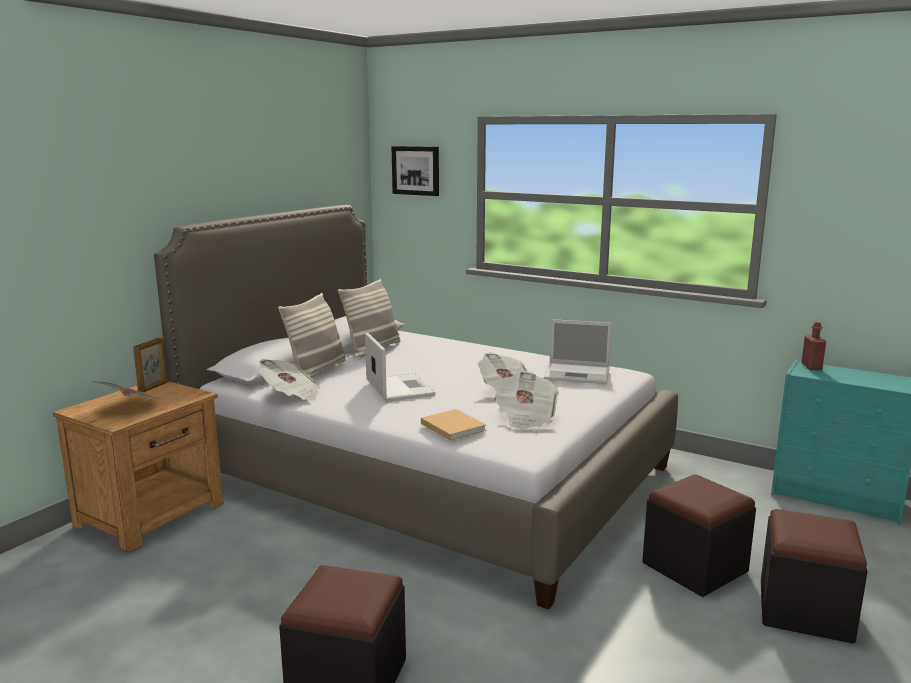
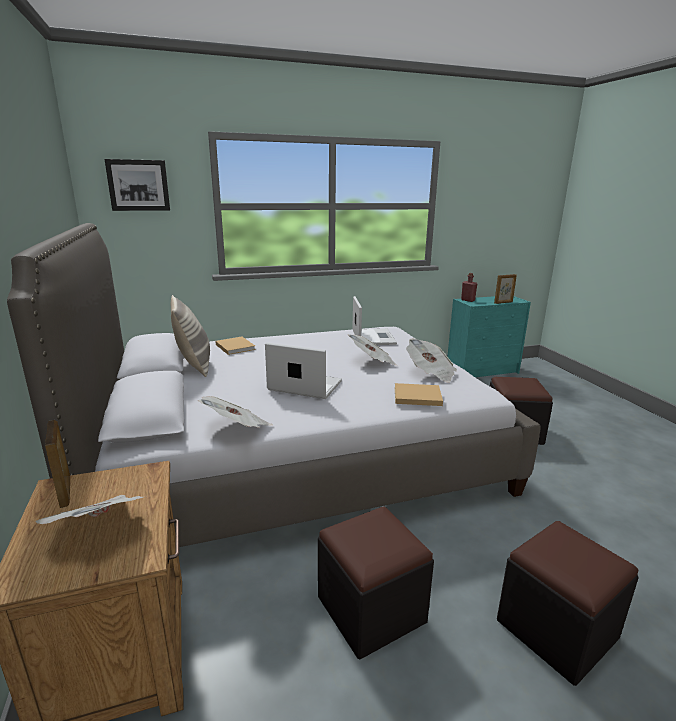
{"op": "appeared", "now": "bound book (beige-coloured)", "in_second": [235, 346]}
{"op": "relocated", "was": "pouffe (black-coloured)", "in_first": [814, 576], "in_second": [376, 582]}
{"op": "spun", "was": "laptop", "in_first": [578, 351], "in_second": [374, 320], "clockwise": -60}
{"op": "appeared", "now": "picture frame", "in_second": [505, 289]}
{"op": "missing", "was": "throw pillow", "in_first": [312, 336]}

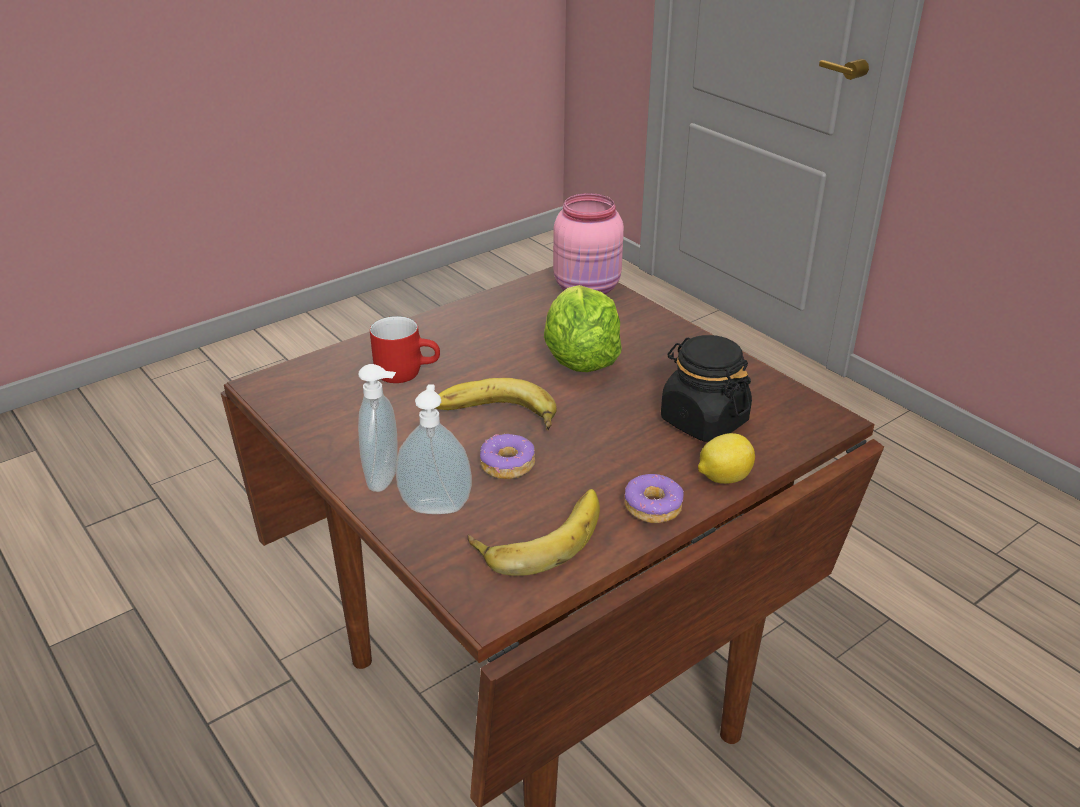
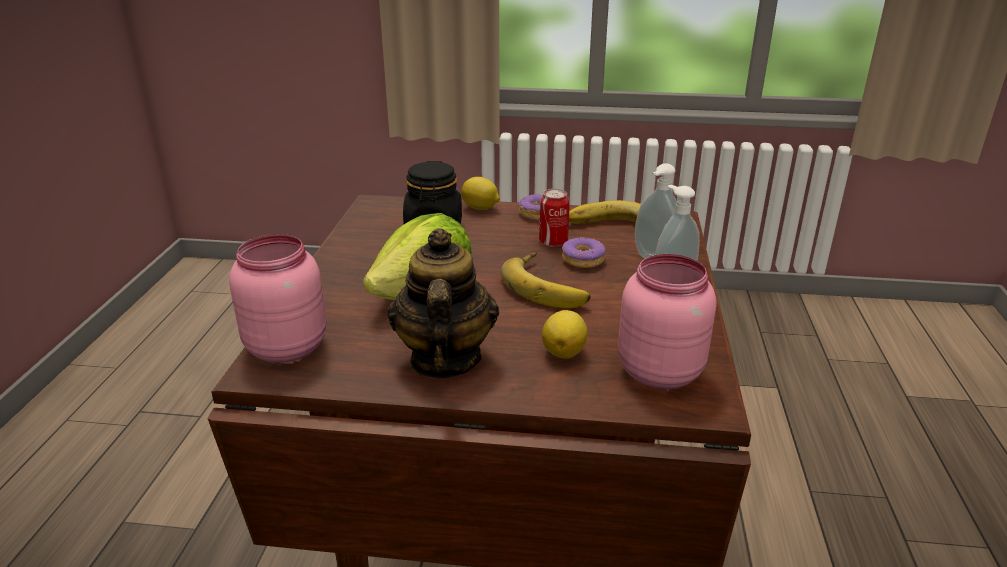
{"op": "appeared", "now": "pot for tea", "in_second": [443, 303]}
{"op": "appeared", "now": "can", "in_second": [554, 218]}
{"op": "exchanged", "was": "mug (red-coloured)", "now": "lemon", "in_first": [405, 349], "in_second": [565, 334]}
{"op": "appeared", "now": "storage jar (pinkish)", "in_second": [667, 321]}

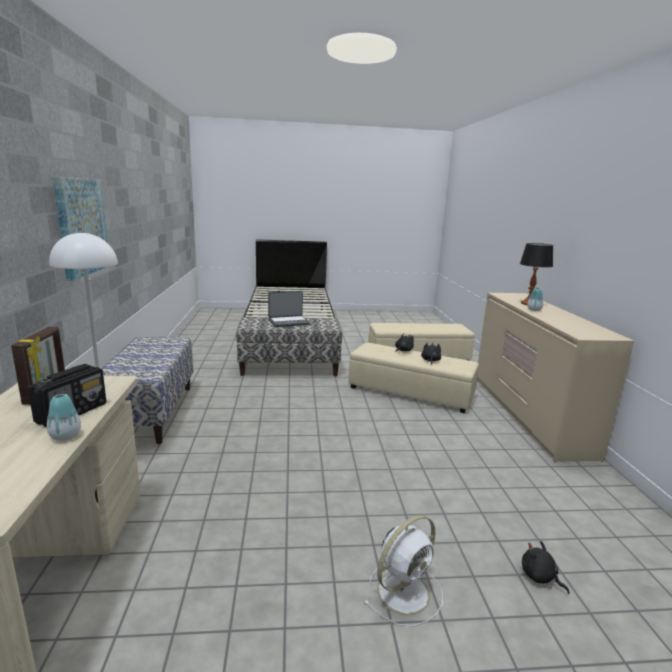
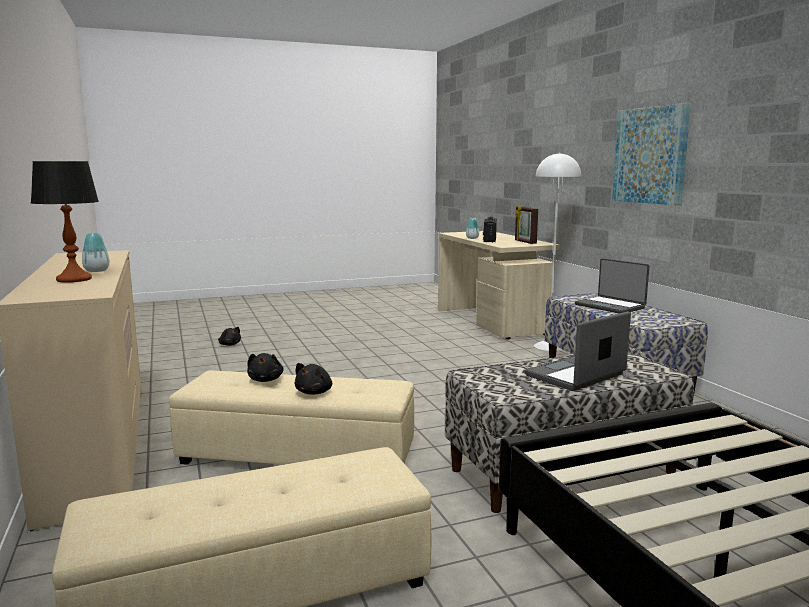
{"op": "appeared", "now": "laptop", "in_second": [612, 285]}
{"op": "missing", "was": "fan (whitish)", "in_first": [403, 571]}

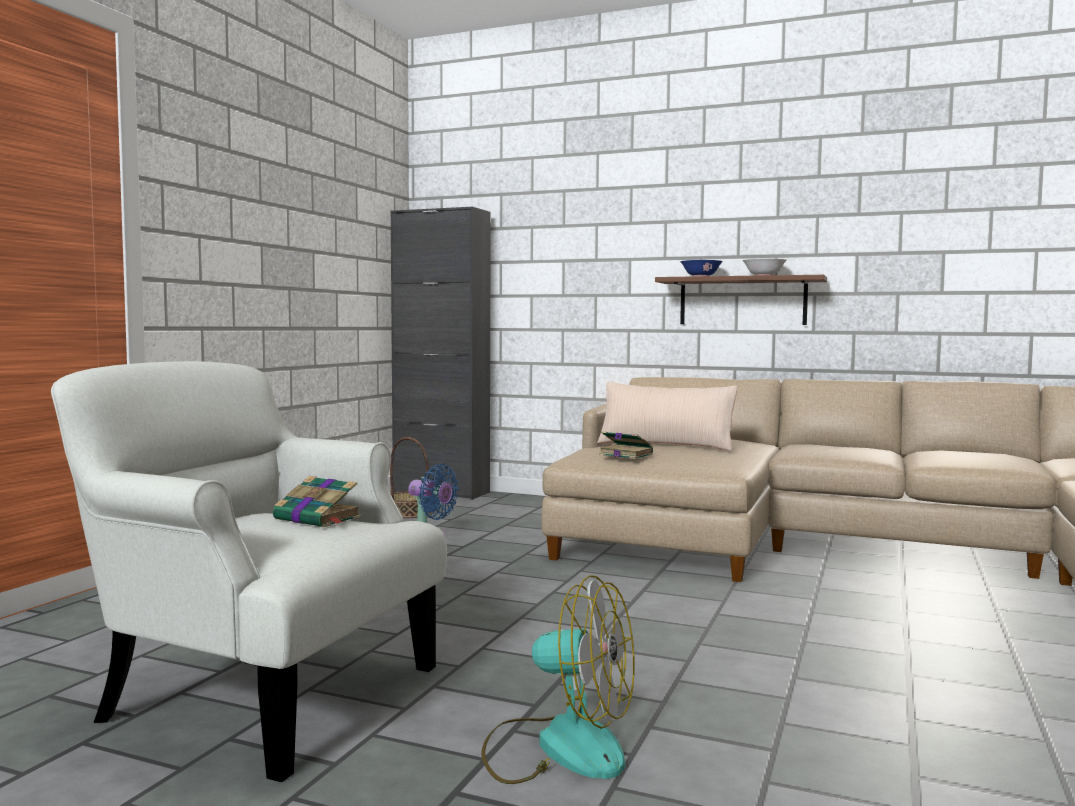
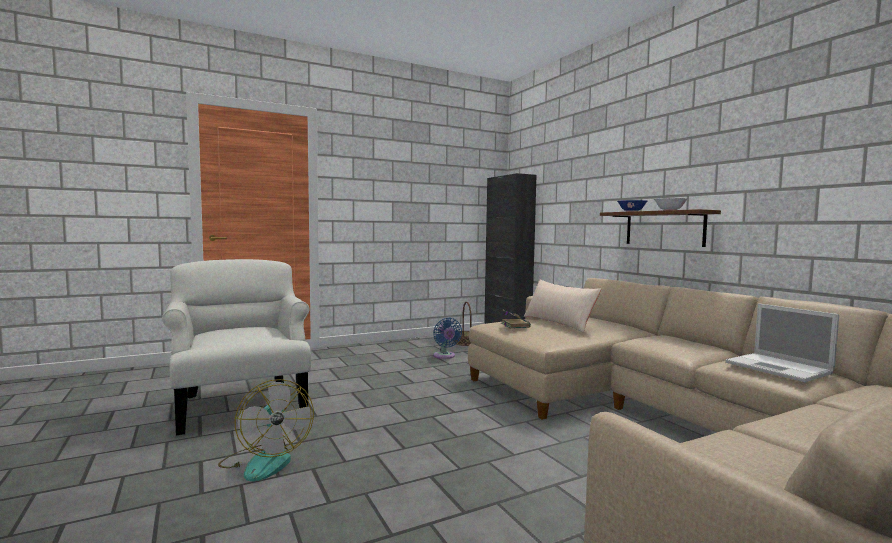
{"op": "appeared", "now": "laptop", "in_second": [782, 342]}
{"op": "missing", "was": "bound book", "in_first": [317, 501]}

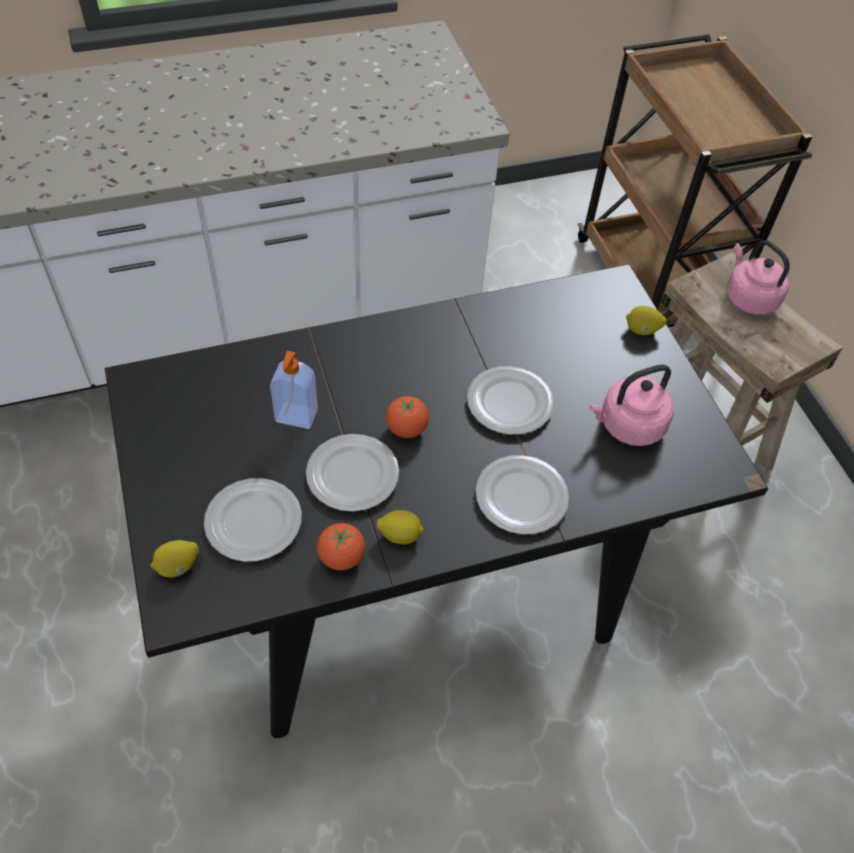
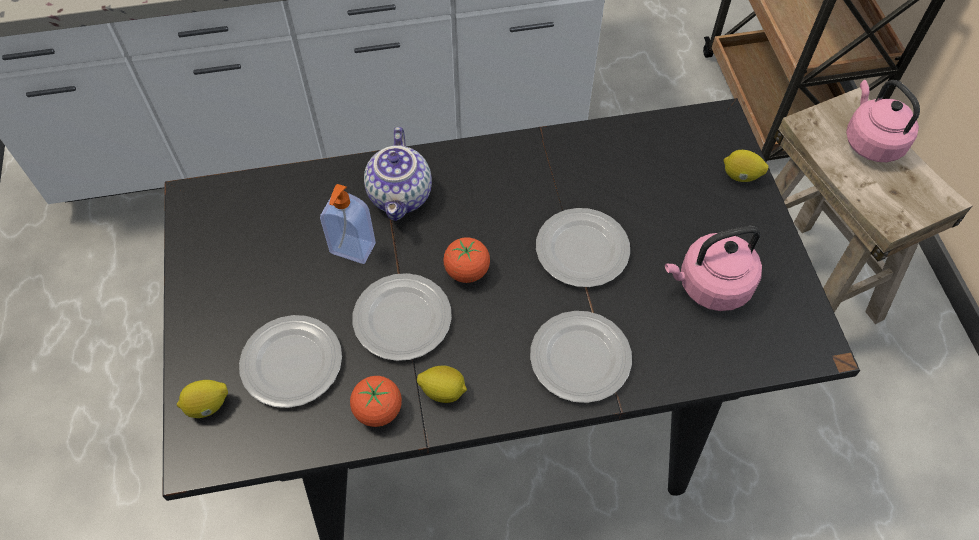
{"op": "appeared", "now": "pot for tea", "in_second": [398, 174]}

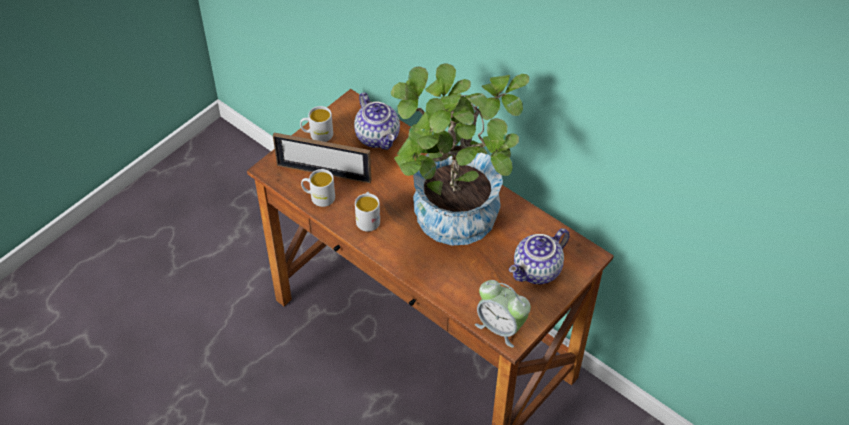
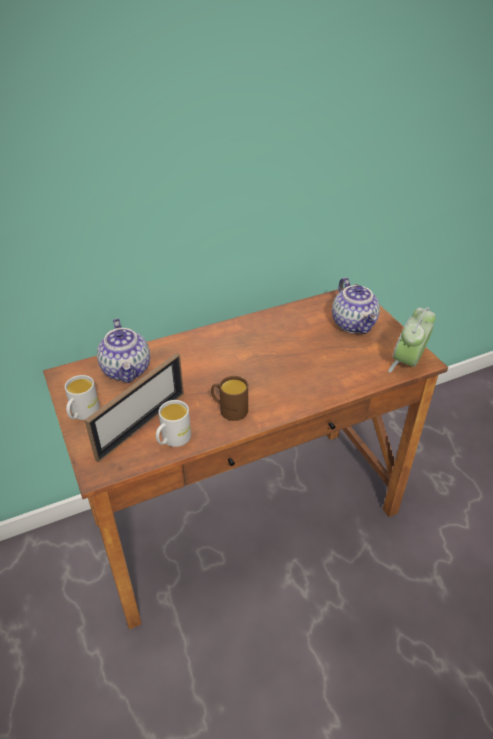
{"op": "spun", "was": "pot for tea", "in_first": [377, 121], "in_second": [123, 350], "clockwise": 75}
{"op": "colour", "was": "mug (whitish)", "now": "mug (brownish)", "in_first": [367, 212], "in_second": [229, 398]}
{"op": "spun", "was": "bedside clock", "in_first": [503, 314], "in_second": [412, 340], "clockwise": 150}
{"op": "missing", "was": "houseplant", "in_first": [460, 154]}

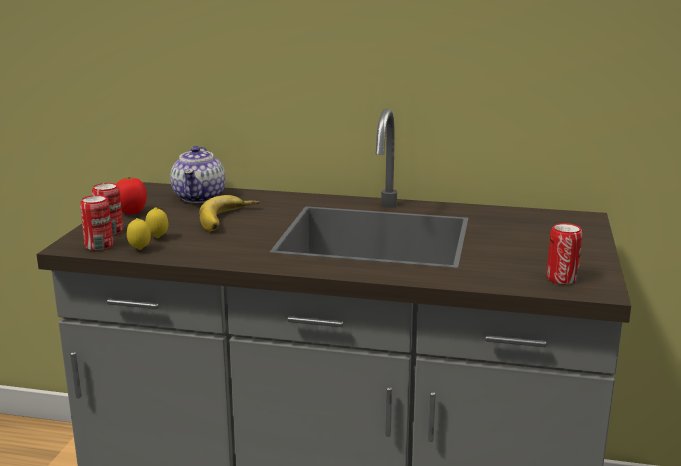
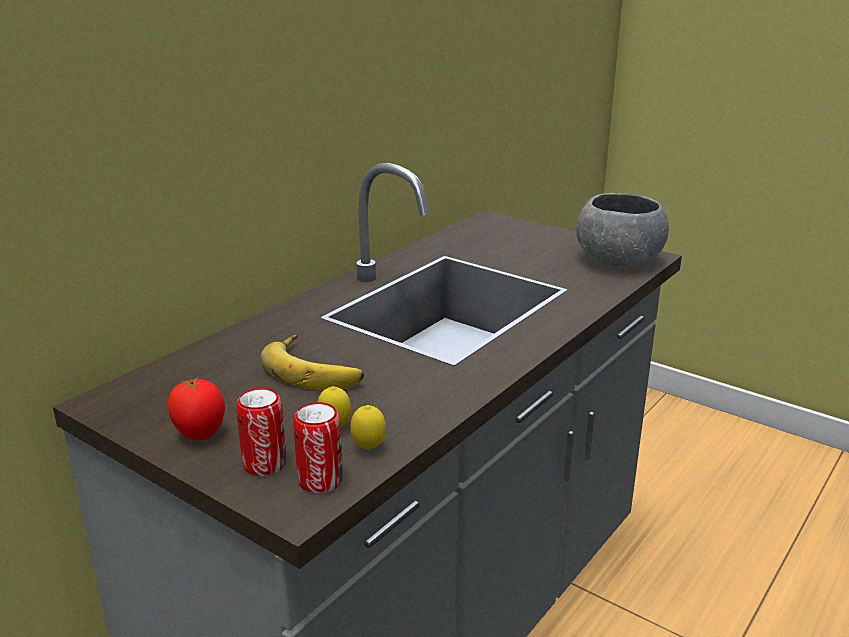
{"op": "exchanged", "was": "can", "now": "bowl (gray)", "in_first": [565, 253], "in_second": [622, 229]}
{"op": "missing", "was": "pot for tea", "in_first": [197, 174]}

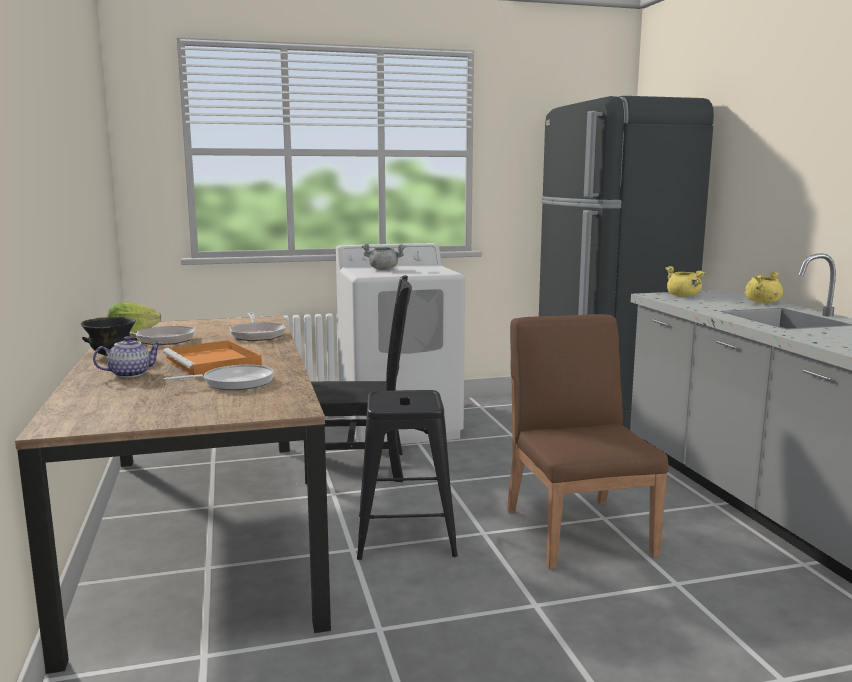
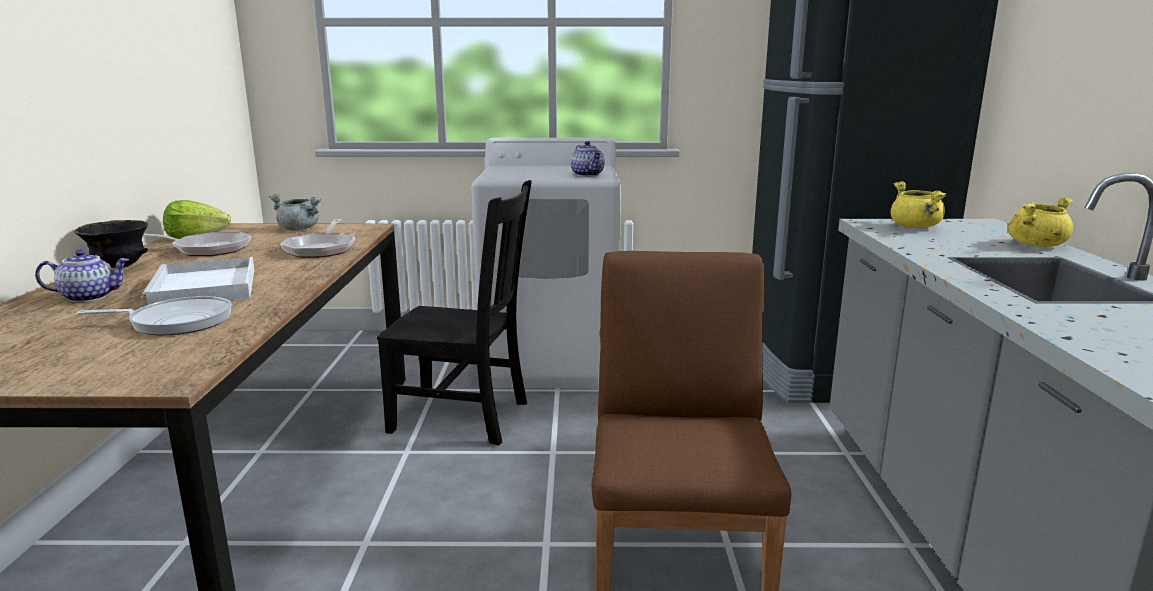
{"op": "colour", "was": "carrying tray (orange-coloured)", "now": "carrying tray (whitish)", "in_first": [212, 358], "in_second": [197, 281]}
{"op": "relocated", "was": "stockpot (gray)", "in_first": [384, 257], "in_second": [295, 212]}
{"op": "appeared", "now": "pot for tea", "in_second": [587, 159]}
{"op": "missing", "was": "sitting stool (black-coloured)", "in_first": [407, 475]}

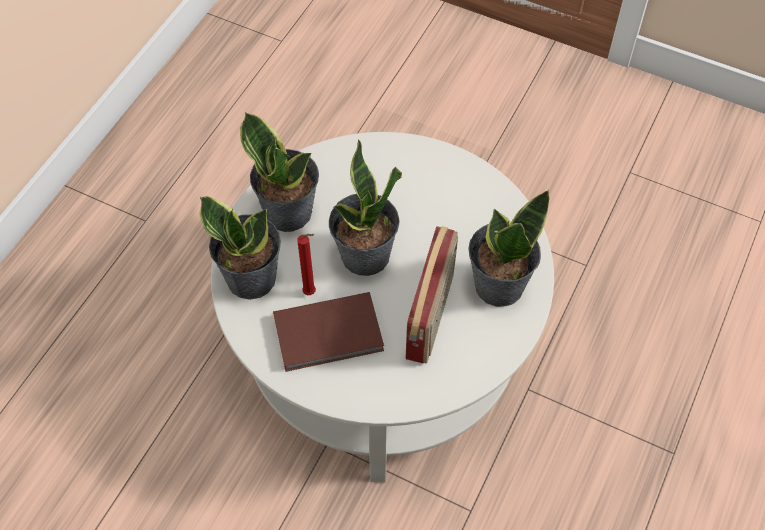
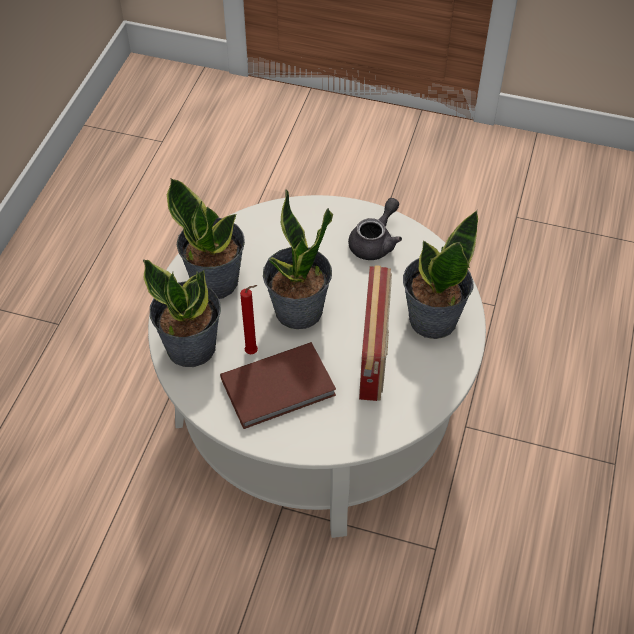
{"op": "appeared", "now": "pot for tea (gray)", "in_second": [375, 229]}

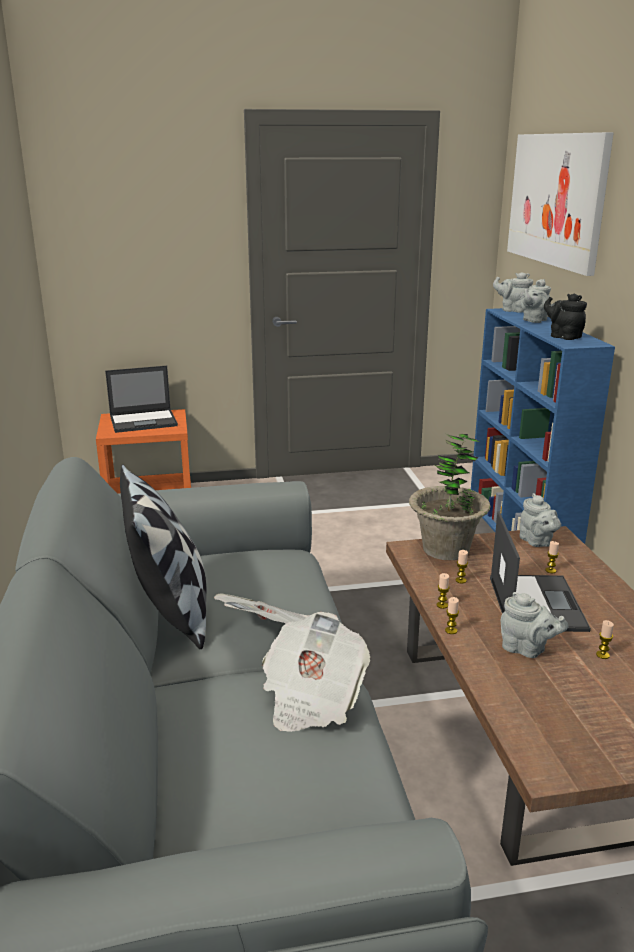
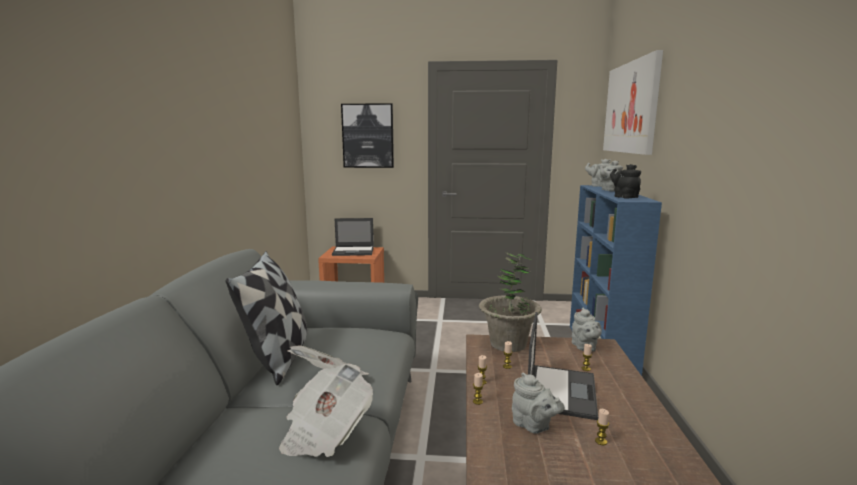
{"op": "appeared", "now": "wall picture", "in_second": [367, 135]}

